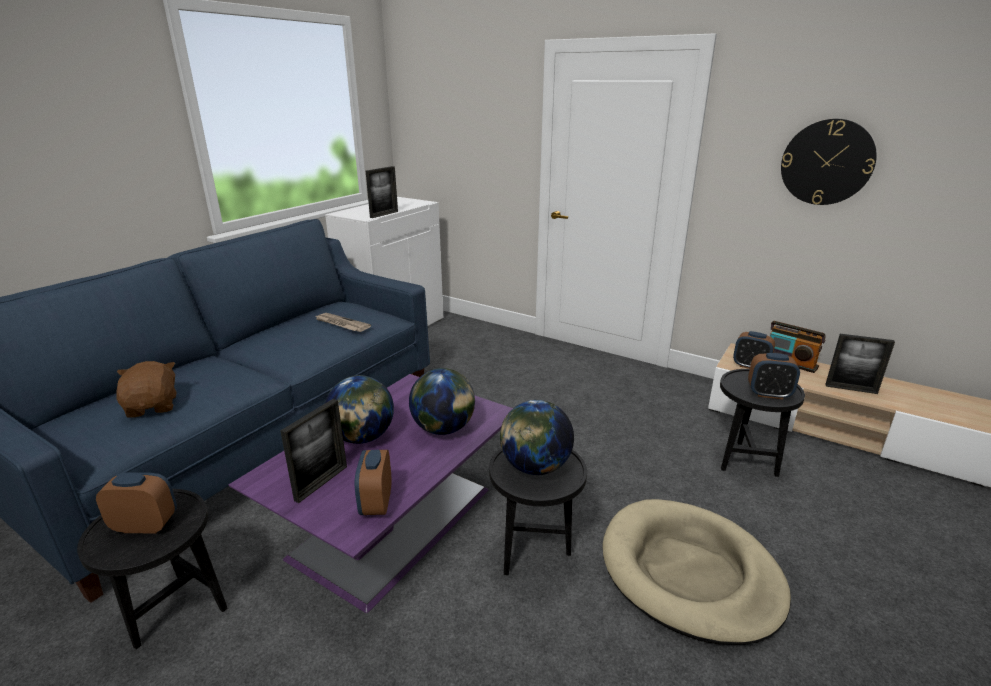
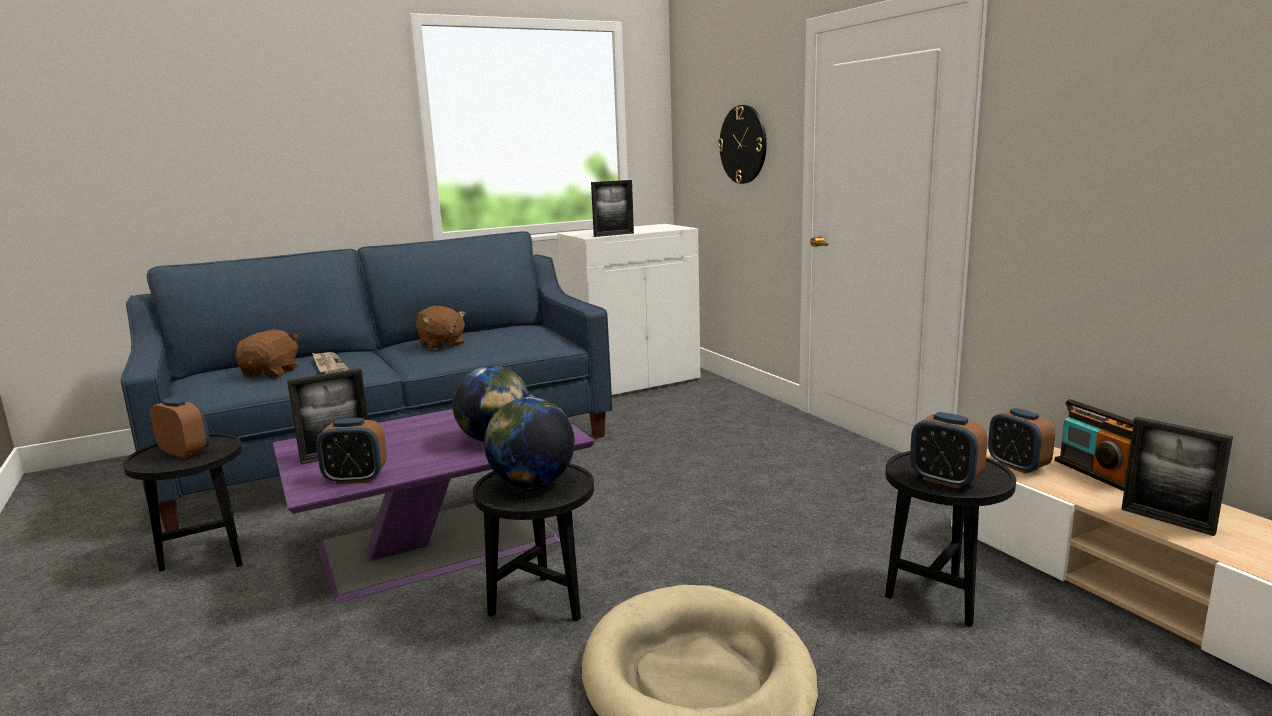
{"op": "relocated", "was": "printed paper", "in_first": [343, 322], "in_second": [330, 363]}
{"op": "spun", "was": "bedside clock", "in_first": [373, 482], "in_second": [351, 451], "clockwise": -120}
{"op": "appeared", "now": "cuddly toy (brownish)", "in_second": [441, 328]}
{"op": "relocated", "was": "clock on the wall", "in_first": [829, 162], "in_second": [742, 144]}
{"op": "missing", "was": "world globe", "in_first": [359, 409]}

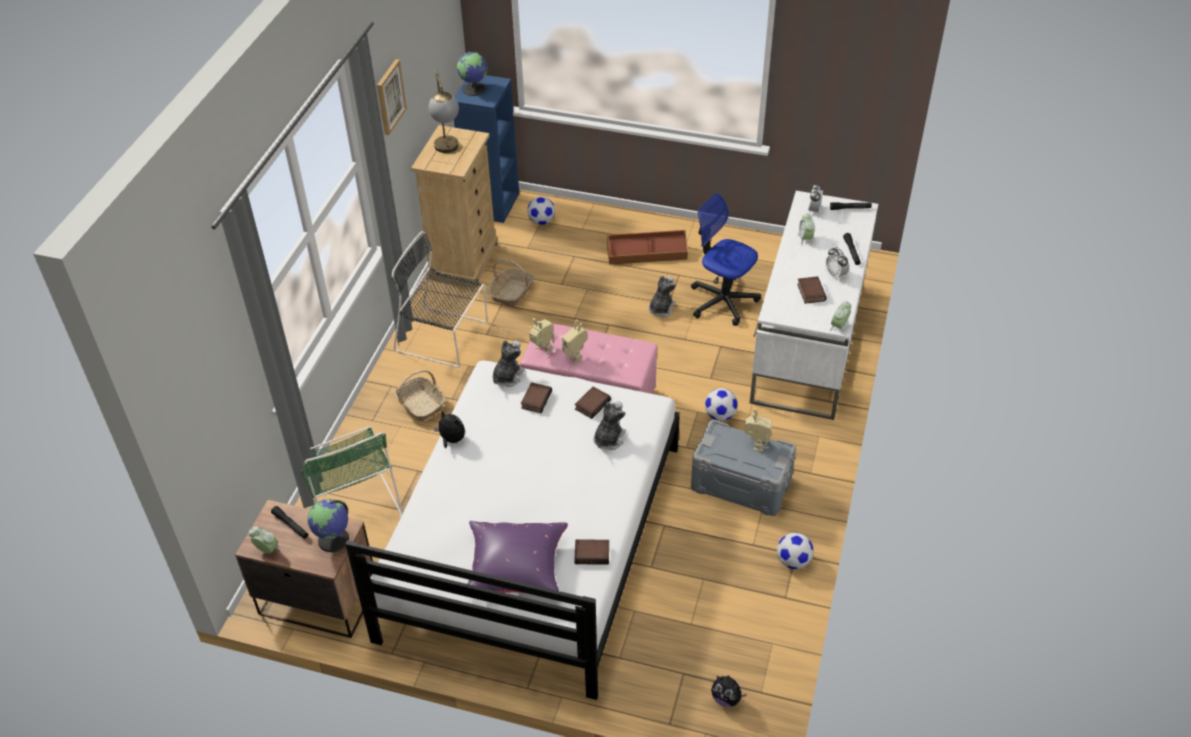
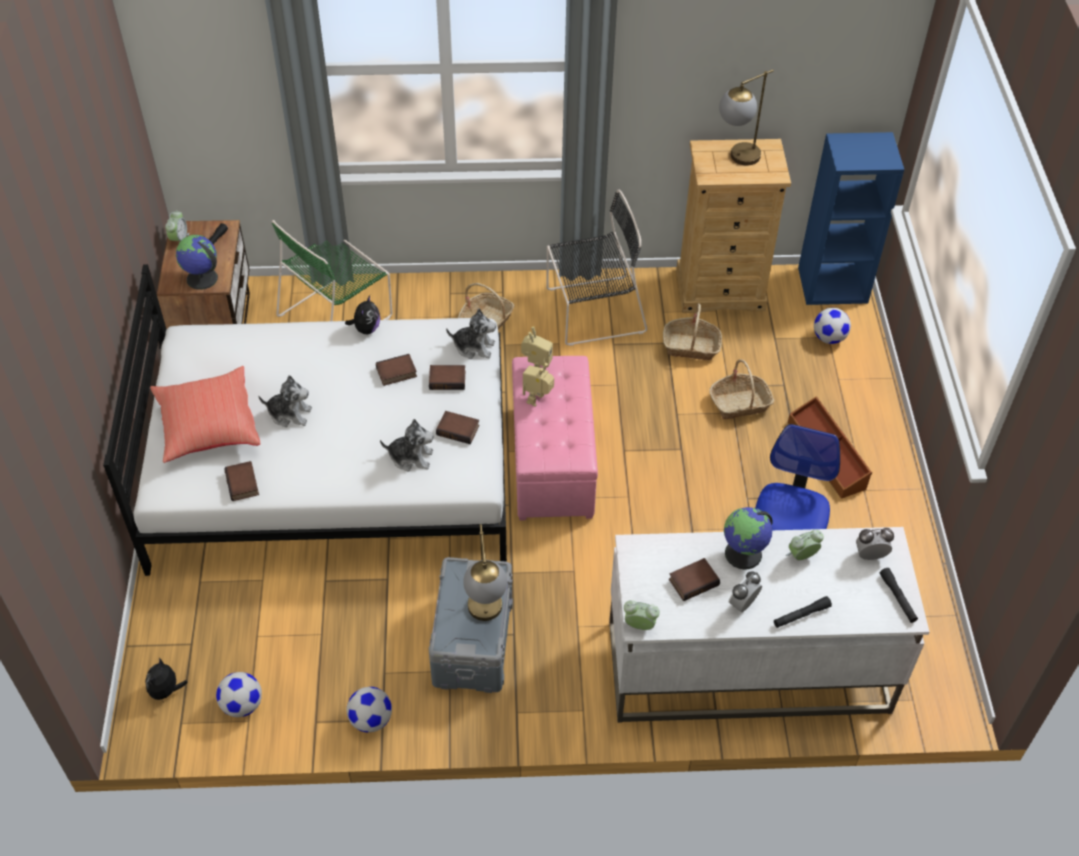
{"op": "colour", "was": "throw pillow (purple)", "now": "throw pillow (red-coloured)", "in_first": [518, 557], "in_second": [205, 414]}
{"op": "relocated", "was": "ball for football", "in_first": [721, 404], "in_second": [239, 694]}
{"op": "relocated", "was": "cuddly toy", "in_first": [662, 296], "in_second": [285, 401]}
{"op": "appeared", "now": "bound book", "in_second": [396, 370]}
{"op": "exchanged", "was": "toy robot", "now": "lamp for a table", "in_first": [758, 430], "in_second": [485, 572]}
{"op": "spun", "was": "upright chair (black-coloured)", "in_first": [440, 299], "in_second": [596, 268], "clockwise": 75}
{"op": "appeared", "now": "household basket", "in_second": [741, 389]}
{"op": "relocated", "was": "world globe", "in_first": [472, 73], "in_second": [748, 538]}
{"op": "missing", "was": "wall picture", "in_first": [392, 97]}

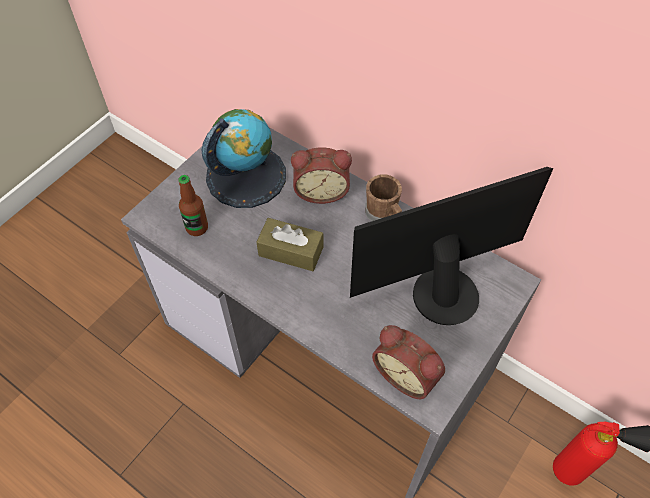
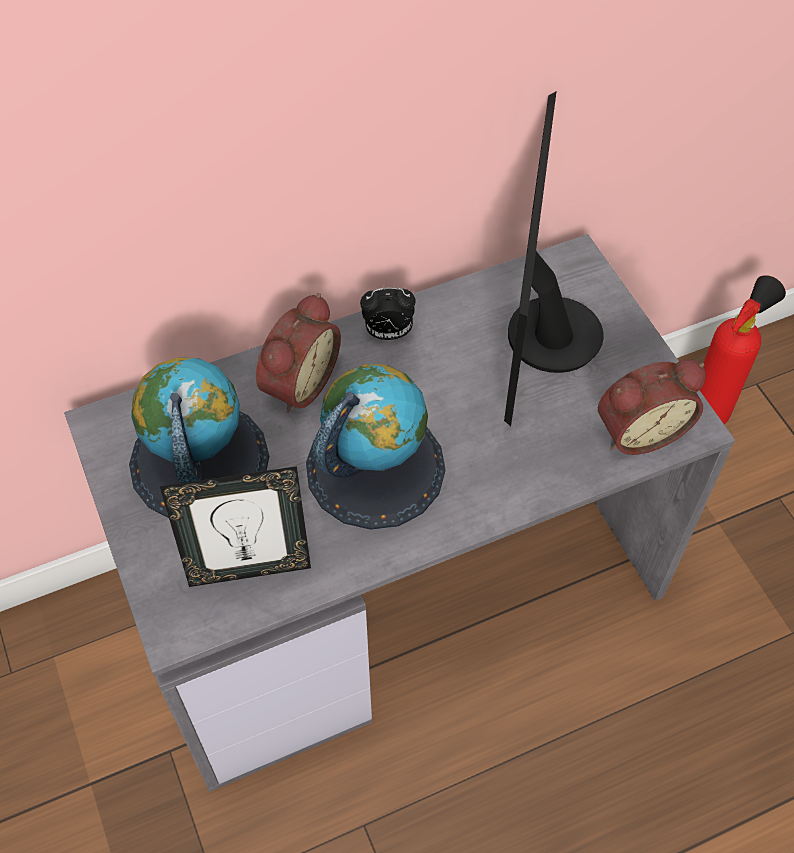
{"op": "exchanged", "was": "drink bottle", "now": "picture frame", "in_first": [193, 205], "in_second": [235, 526]}
{"op": "exchanged", "was": "tissue box (brownish)", "now": "world globe", "in_first": [289, 244], "in_second": [376, 447]}
{"op": "exchanged", "was": "mug (brownish)", "now": "bedside clock", "in_first": [383, 197], "in_second": [388, 313]}

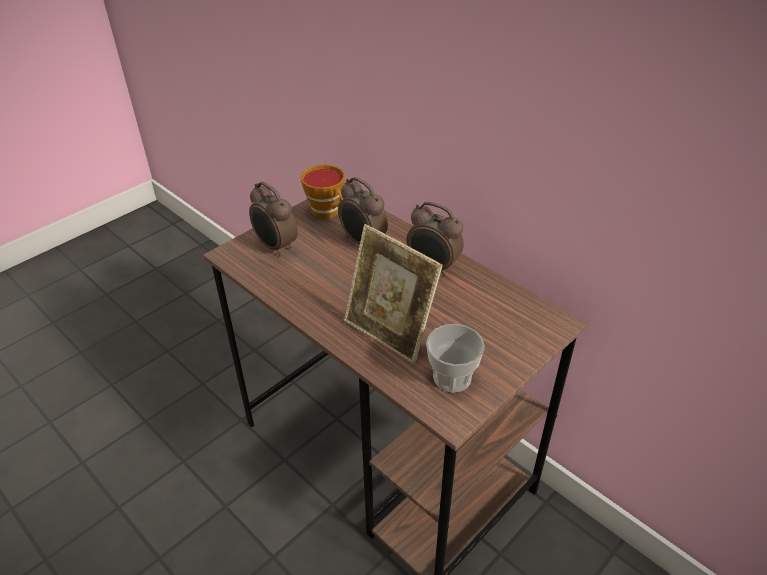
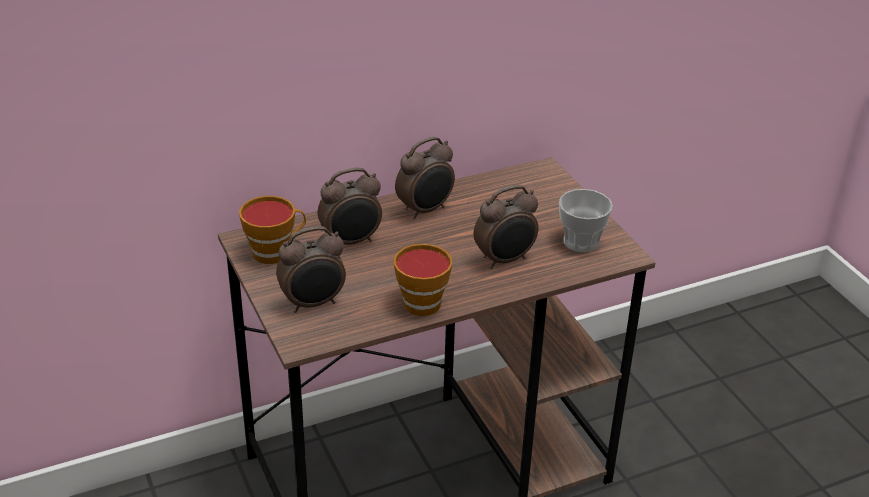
{"op": "appeared", "now": "cup", "in_second": [423, 280]}
{"op": "exchanged", "was": "picture frame", "now": "bedside clock", "in_first": [393, 294], "in_second": [506, 227]}

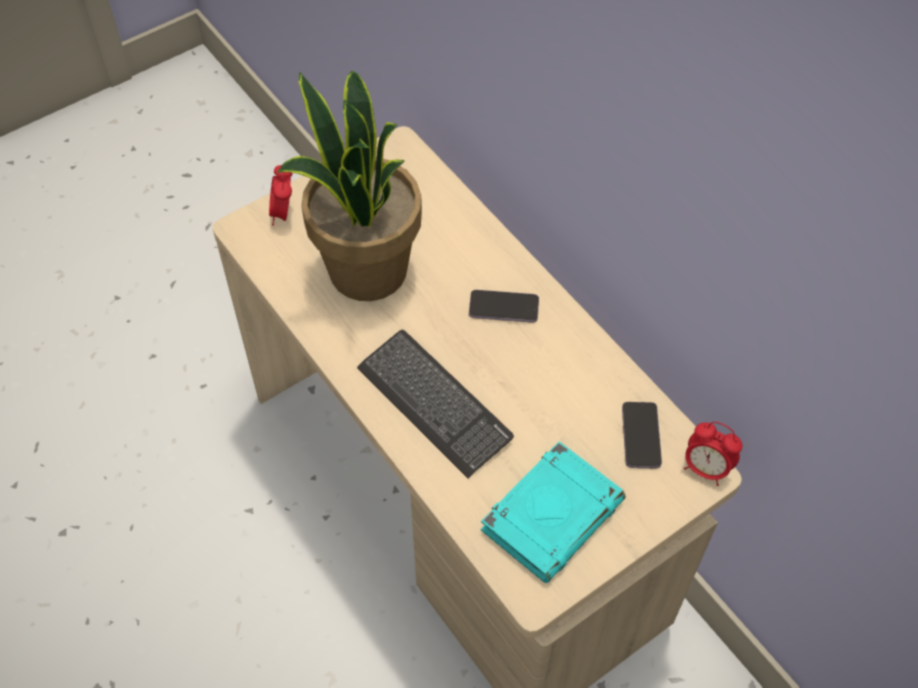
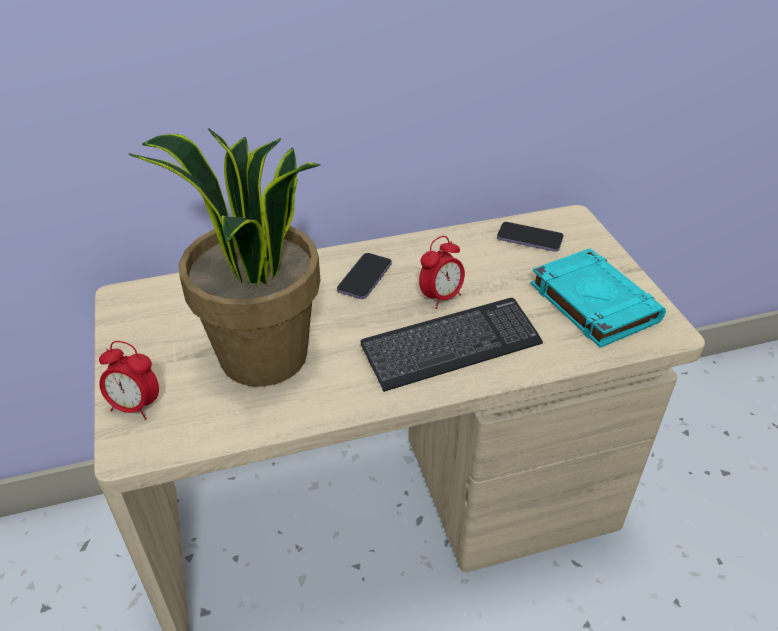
{"op": "relocated", "was": "bedside clock", "in_first": [713, 454], "in_second": [442, 272]}

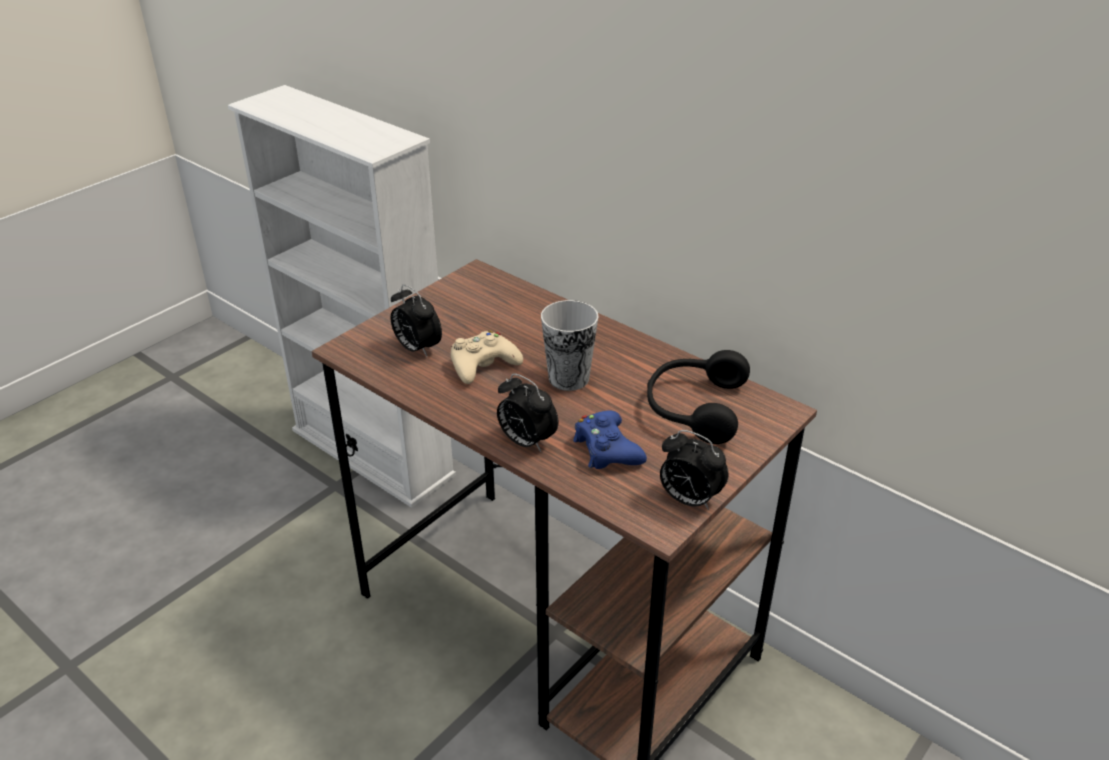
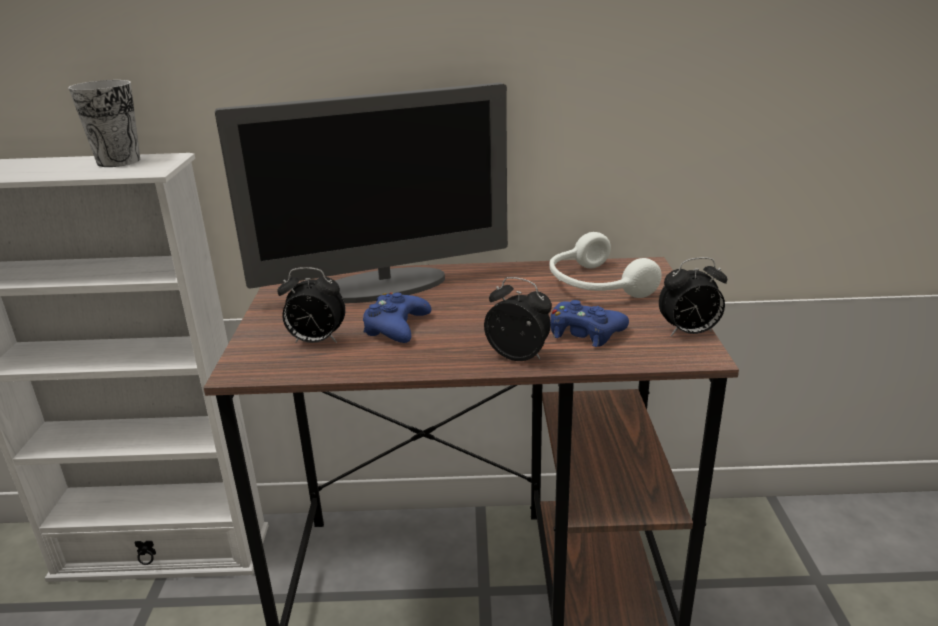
{"op": "relocated", "was": "cup", "in_first": [569, 345], "in_second": [104, 123]}
{"op": "appeared", "now": "computer screen", "in_second": [361, 193]}
{"op": "colour", "was": "joypad (beige-coloured)", "now": "joypad (blue)", "in_first": [487, 357], "in_second": [397, 318]}
{"op": "spun", "was": "bedside clock", "in_first": [527, 412], "in_second": [518, 319], "clockwise": -150}
{"op": "colour", "was": "headphones (black-coloured)", "now": "headphones (whitish)", "in_first": [698, 397], "in_second": [605, 265]}

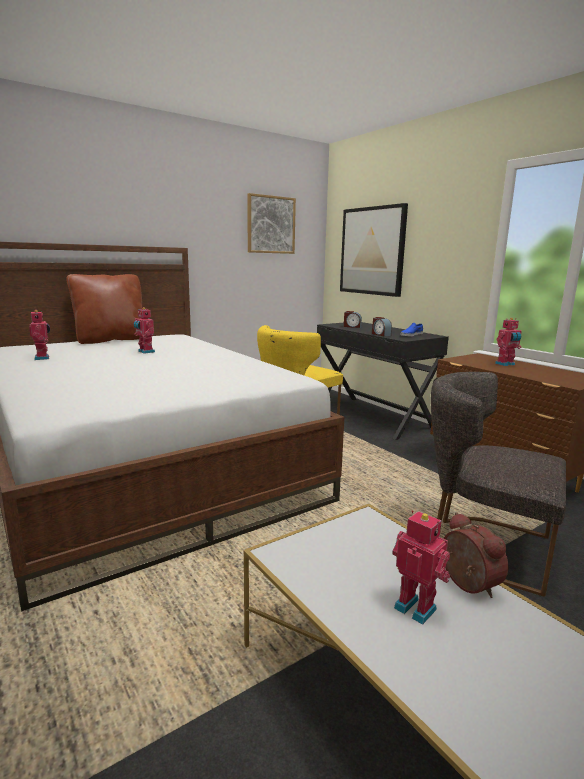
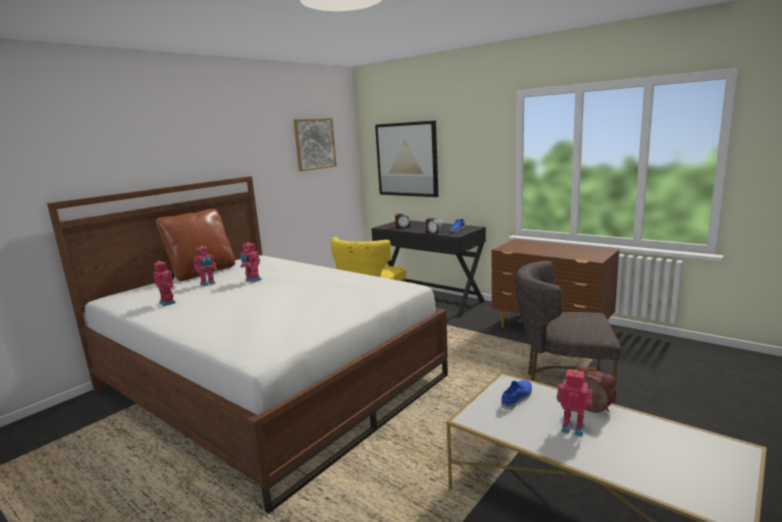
{"op": "relocated", "was": "toy robot", "in_first": [508, 342], "in_second": [205, 265]}
{"op": "appeared", "now": "shoe (blue)", "in_second": [516, 395]}

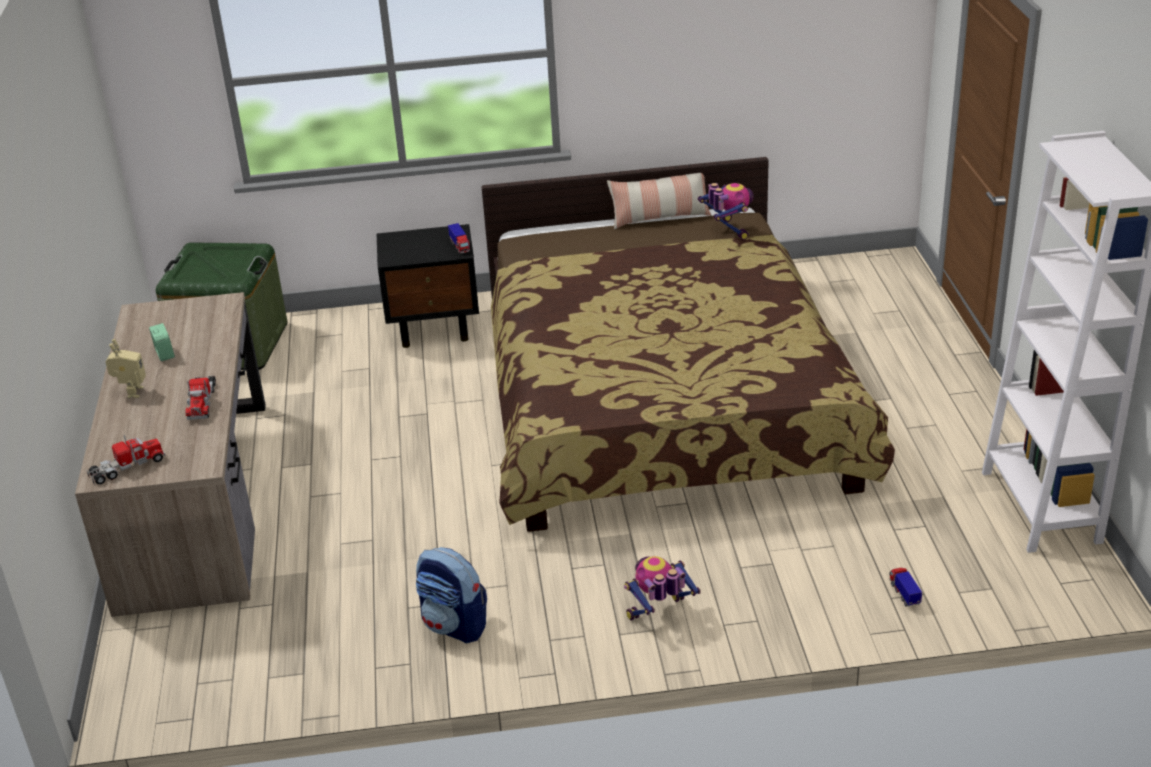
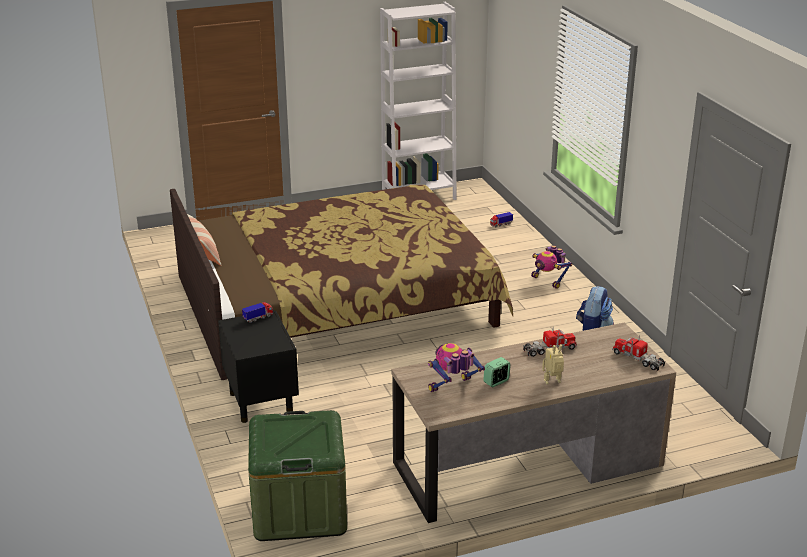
{"op": "relocated", "was": "toy robot", "in_first": [726, 211], "in_second": [456, 367]}

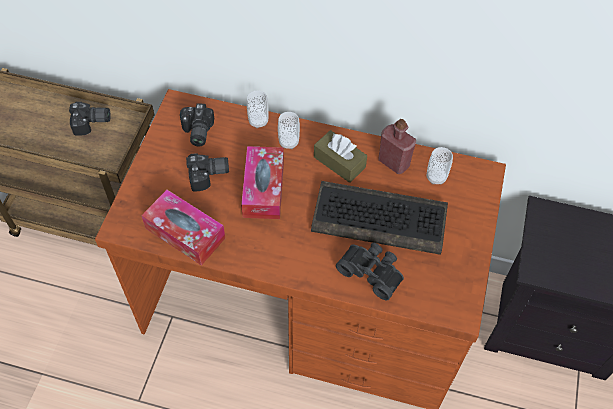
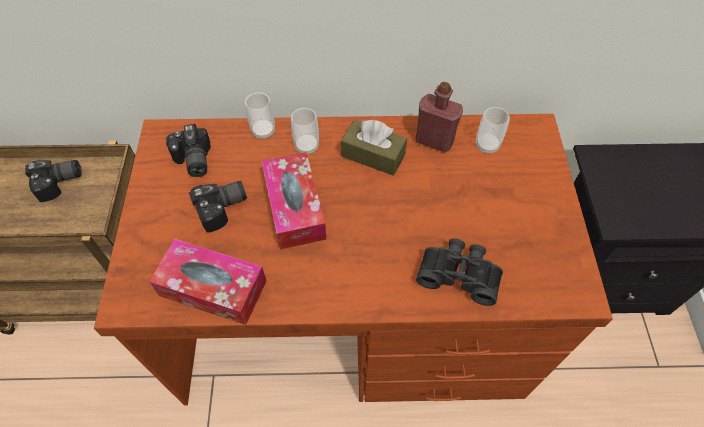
{"op": "missing", "was": "keyboard", "in_first": [379, 218]}

